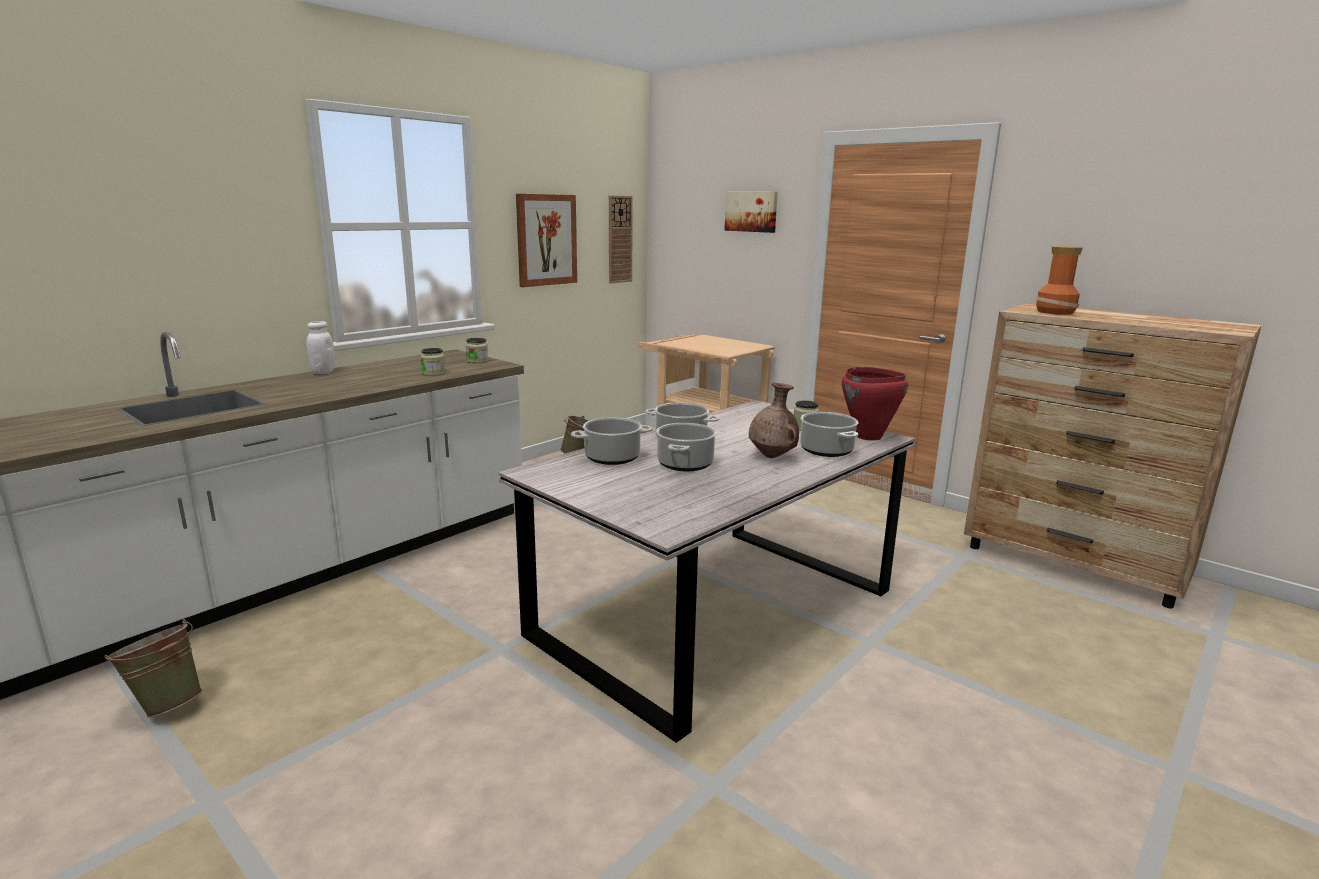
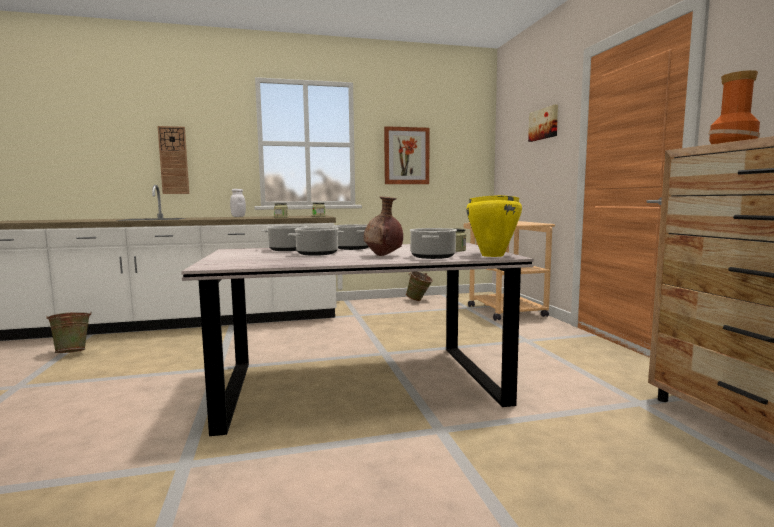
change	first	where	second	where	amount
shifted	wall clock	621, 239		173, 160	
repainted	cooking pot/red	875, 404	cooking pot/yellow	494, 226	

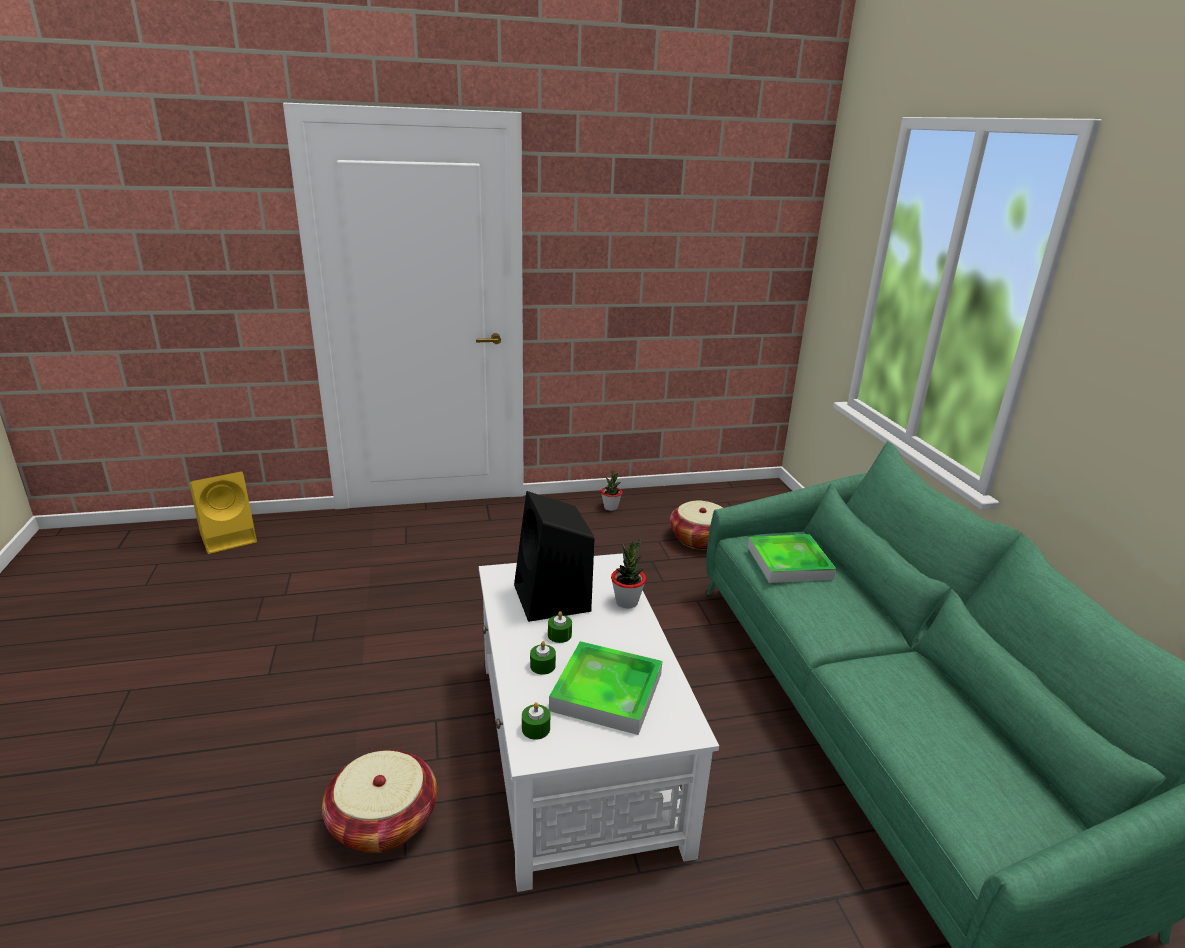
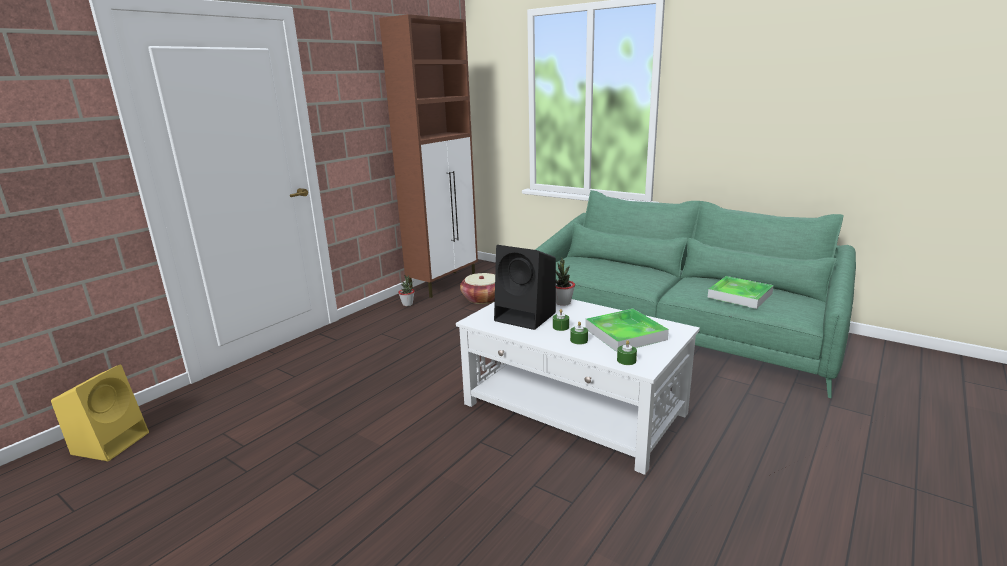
change	first	where	second	where	amount
gone	basket	379, 801			
shifted	tray	792, 558		741, 292	
new			cabinet/brown	428, 156	

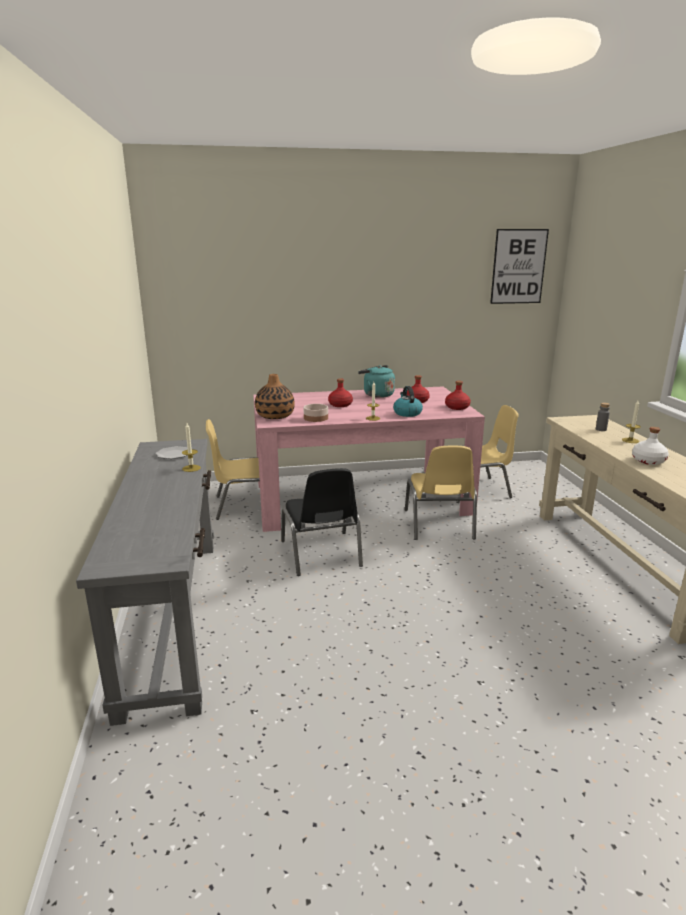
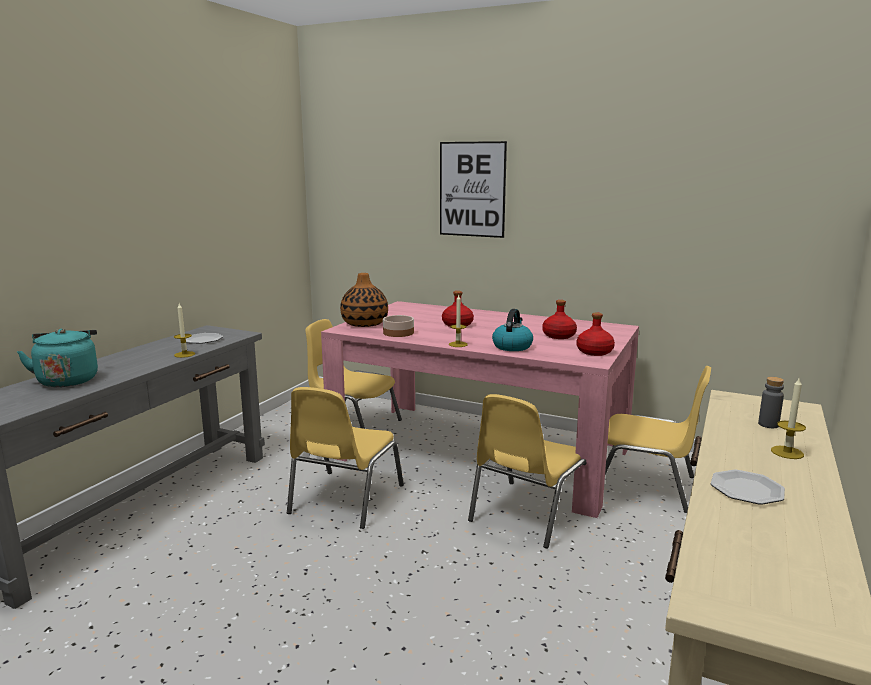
change	first	where	second	where	amount
repainted	chair/black	322, 522	chair/yellow	345, 458	
shifted	kettle/turquoise	376, 381		57, 358	
shifted	picture	519, 266		473, 189	
swapped	bottle/white	650, 446	plate	748, 487	

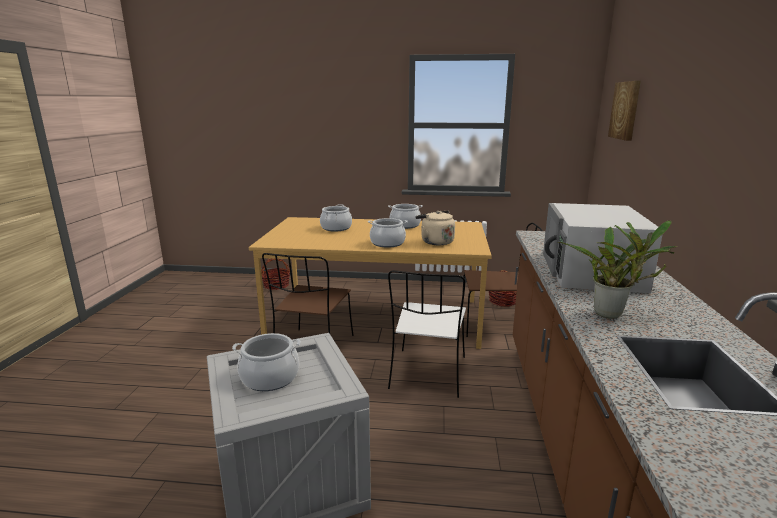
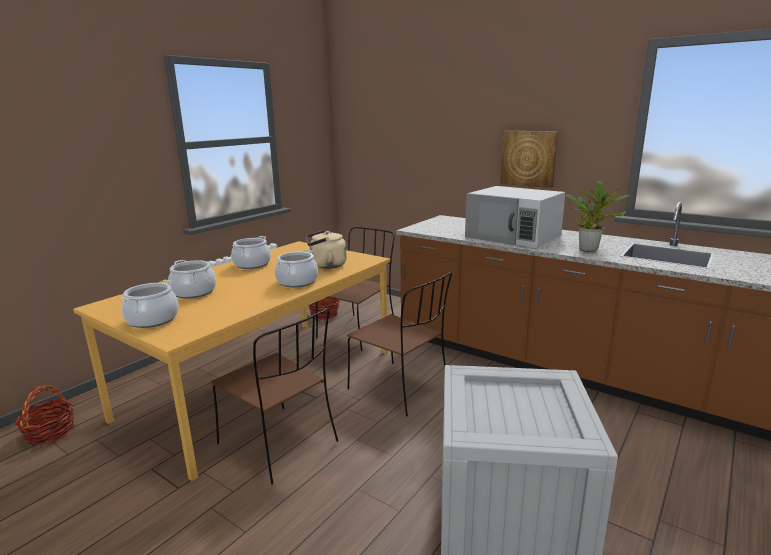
change	first	where	second	where	amount
shifted	cooking pot	266, 362		150, 304	
repainted	chair/white	427, 334	chair/brown	400, 344	
shifted	picture	624, 111		529, 159	

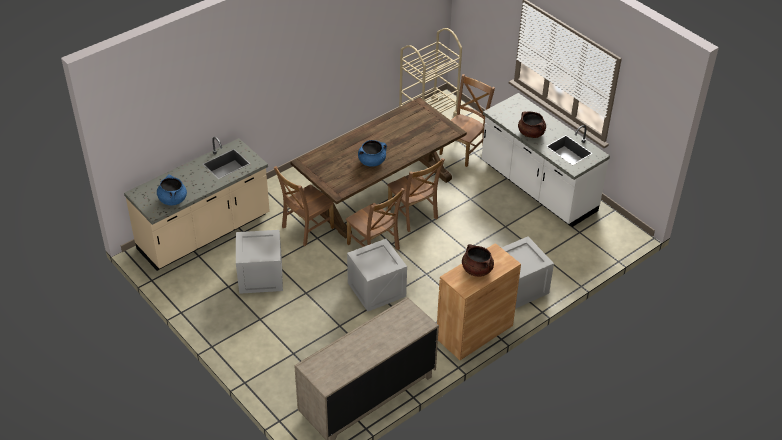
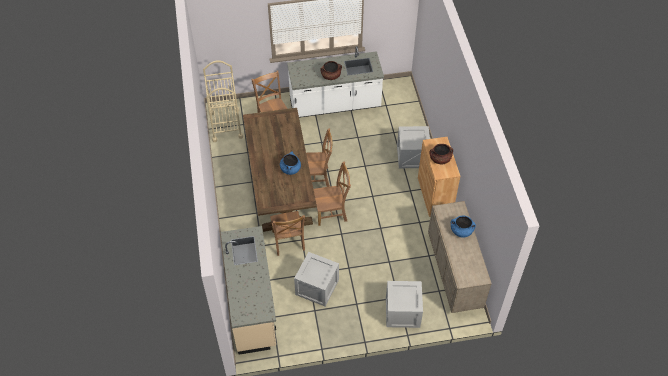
change	first	where	second	where	amount
shifted	cooking pot/blue	172, 189		463, 227	
shifted	crate	377, 275		404, 304	

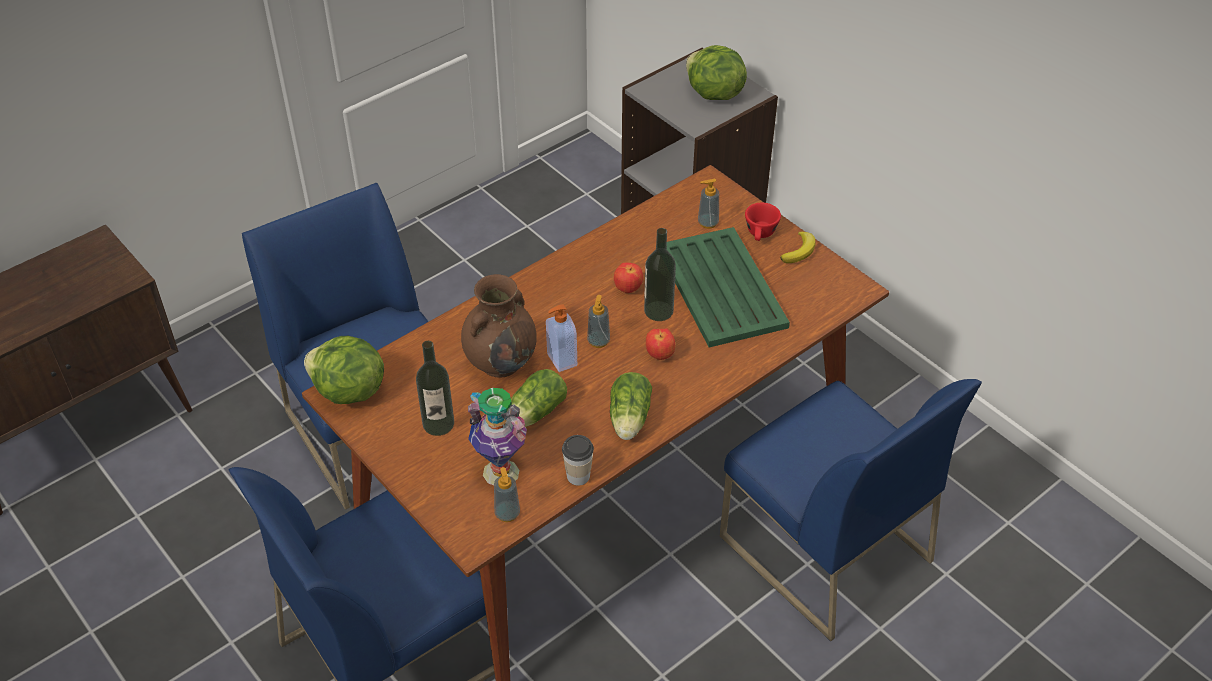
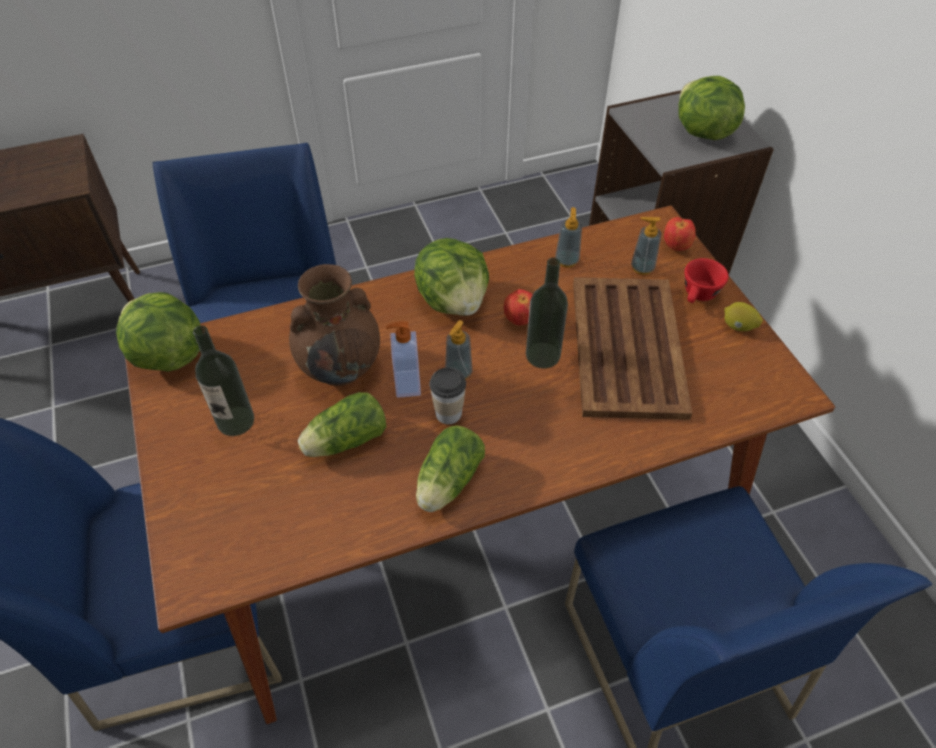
change	first	where	second	where	amount
gone	vase	497, 436			
shifted	soap dispenser	507, 494		568, 237	
shifted	cup	578, 460		447, 395	
shifted	apple	660, 344		680, 234	
repainted	tray/green	728, 287	tray/brown	633, 348	
swapped	banana	798, 247	lemon	743, 316	
new			lettuce	451, 277	

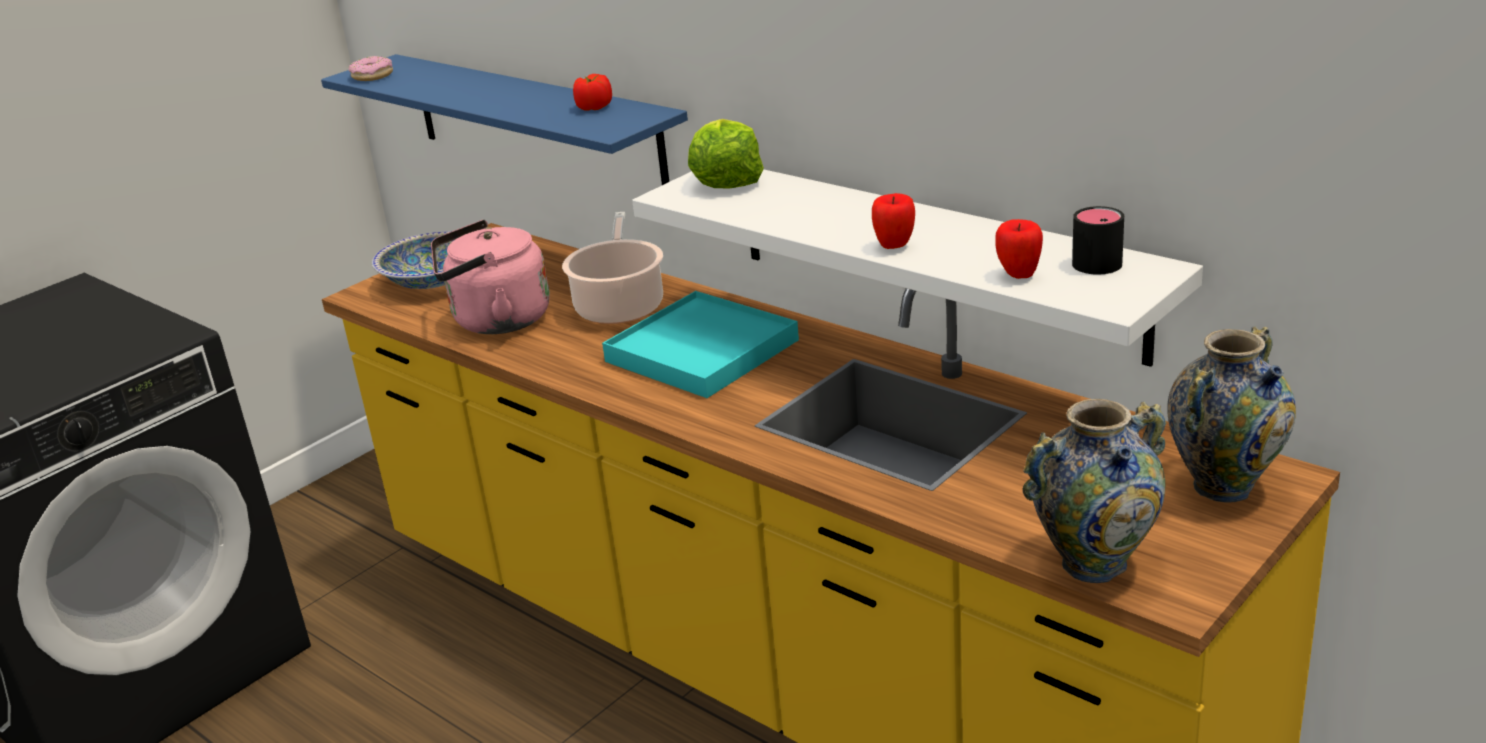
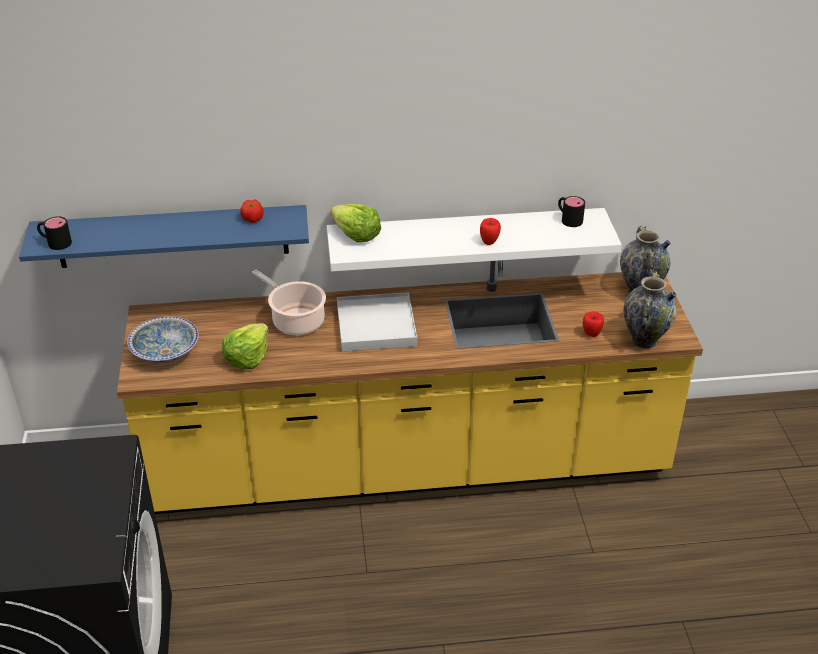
change	first	where	second	where	amount
swapped	donut	371, 68	mug/black	54, 233	
swapped	kettle/pink	490, 277	lettuce	245, 346	
repainted	tray/turquoise	700, 344	tray/white	377, 322	
shifted	apple	1019, 249		593, 324	

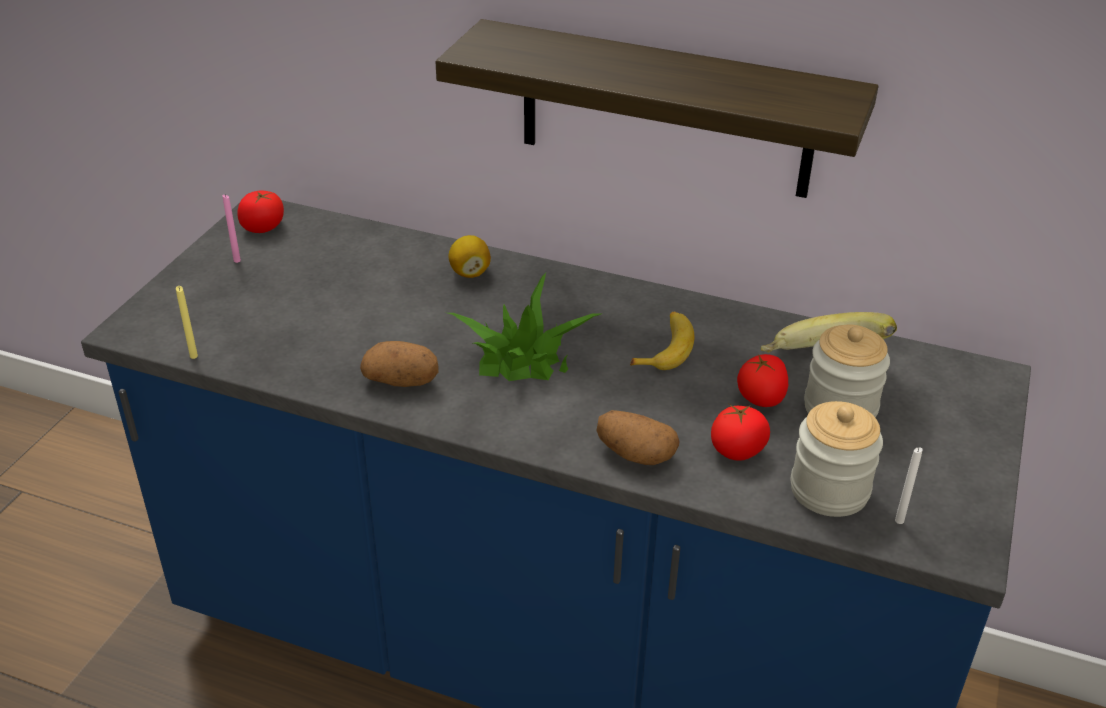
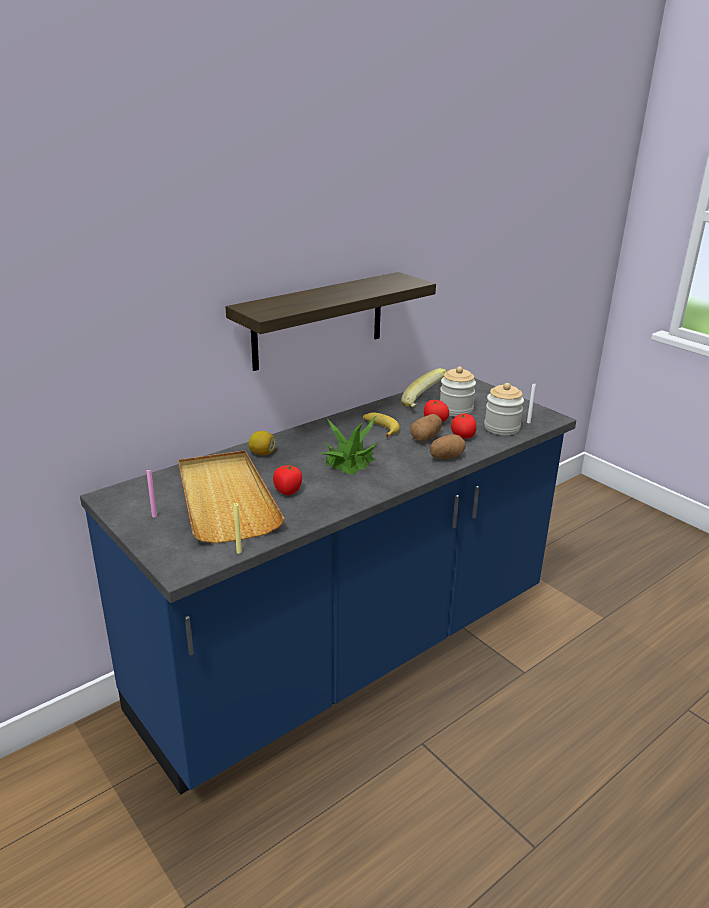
change	first	where	second	where	amount
shifted	tomato	260, 212		287, 479	
shifted	potato	399, 364		426, 427	
new			tray/beige	231, 497	

